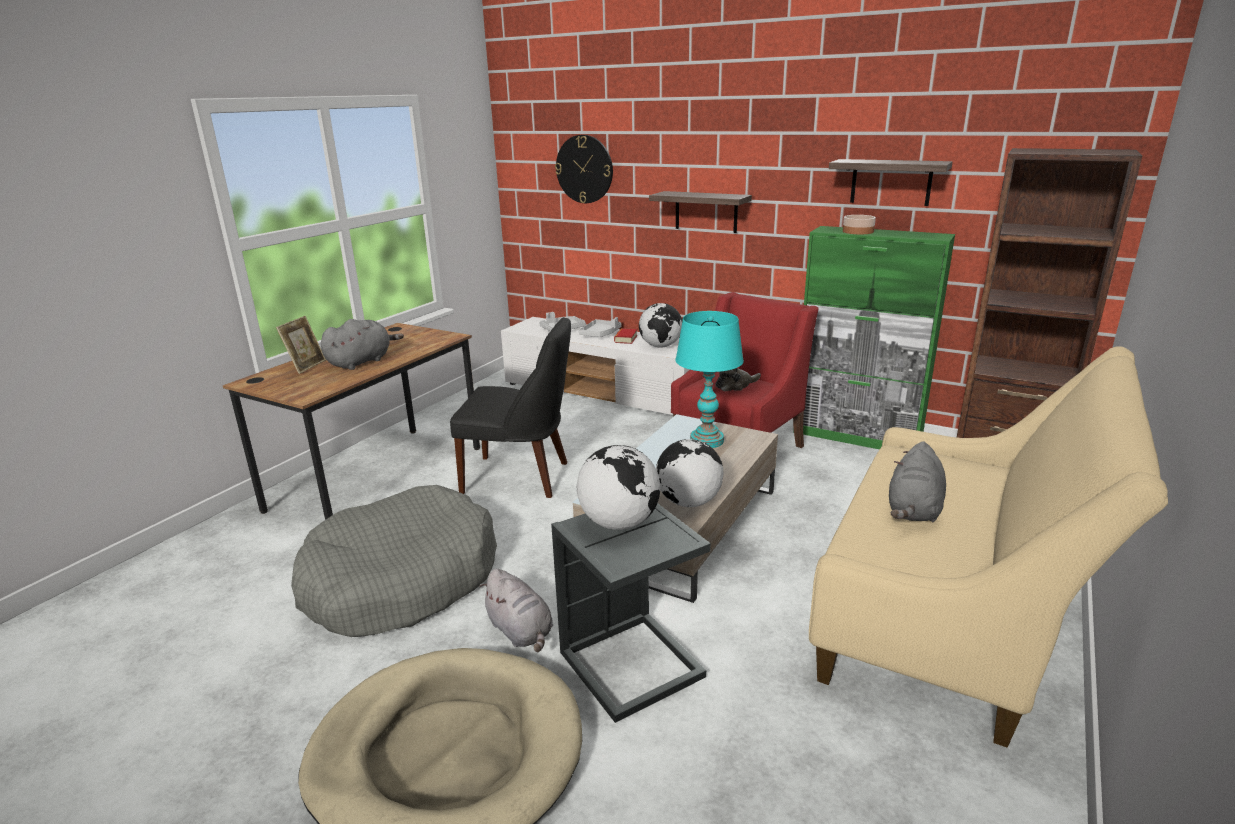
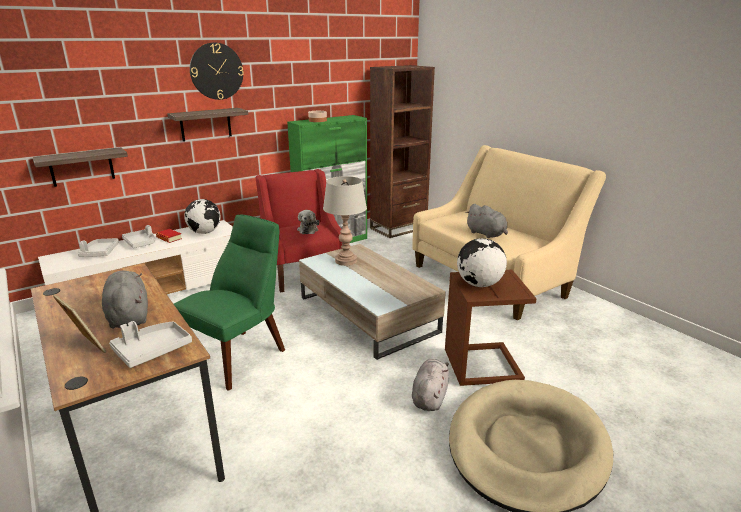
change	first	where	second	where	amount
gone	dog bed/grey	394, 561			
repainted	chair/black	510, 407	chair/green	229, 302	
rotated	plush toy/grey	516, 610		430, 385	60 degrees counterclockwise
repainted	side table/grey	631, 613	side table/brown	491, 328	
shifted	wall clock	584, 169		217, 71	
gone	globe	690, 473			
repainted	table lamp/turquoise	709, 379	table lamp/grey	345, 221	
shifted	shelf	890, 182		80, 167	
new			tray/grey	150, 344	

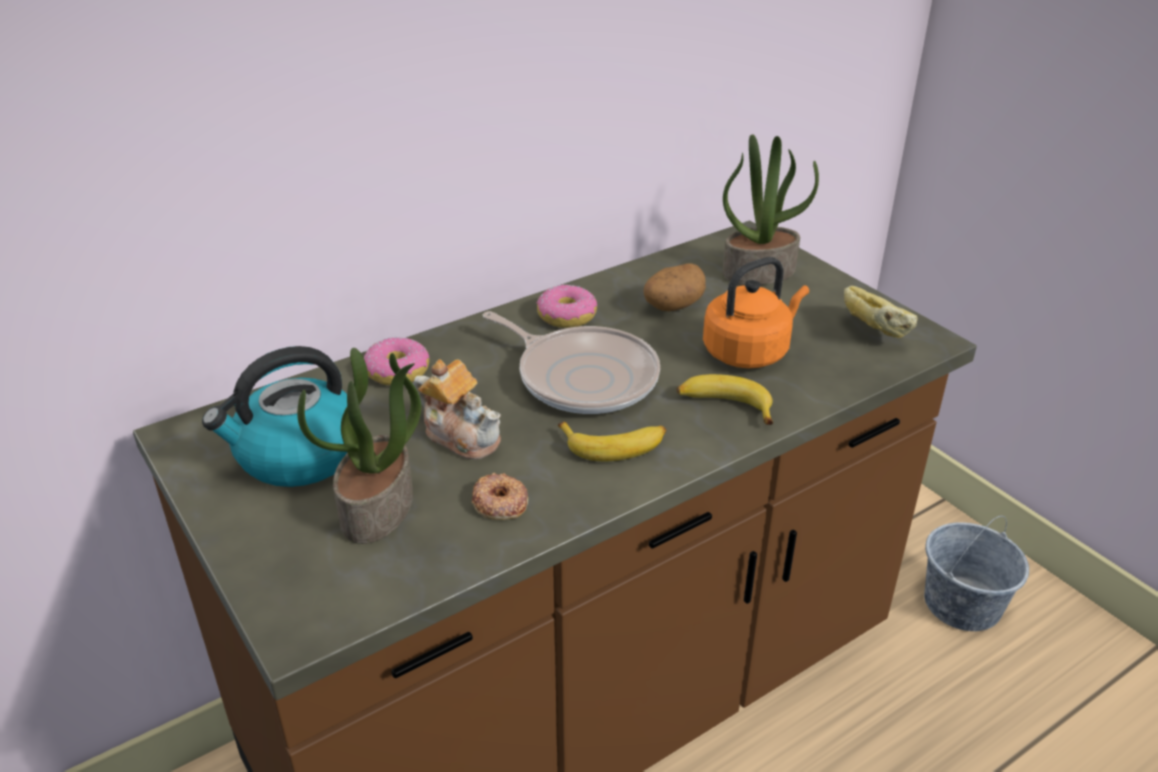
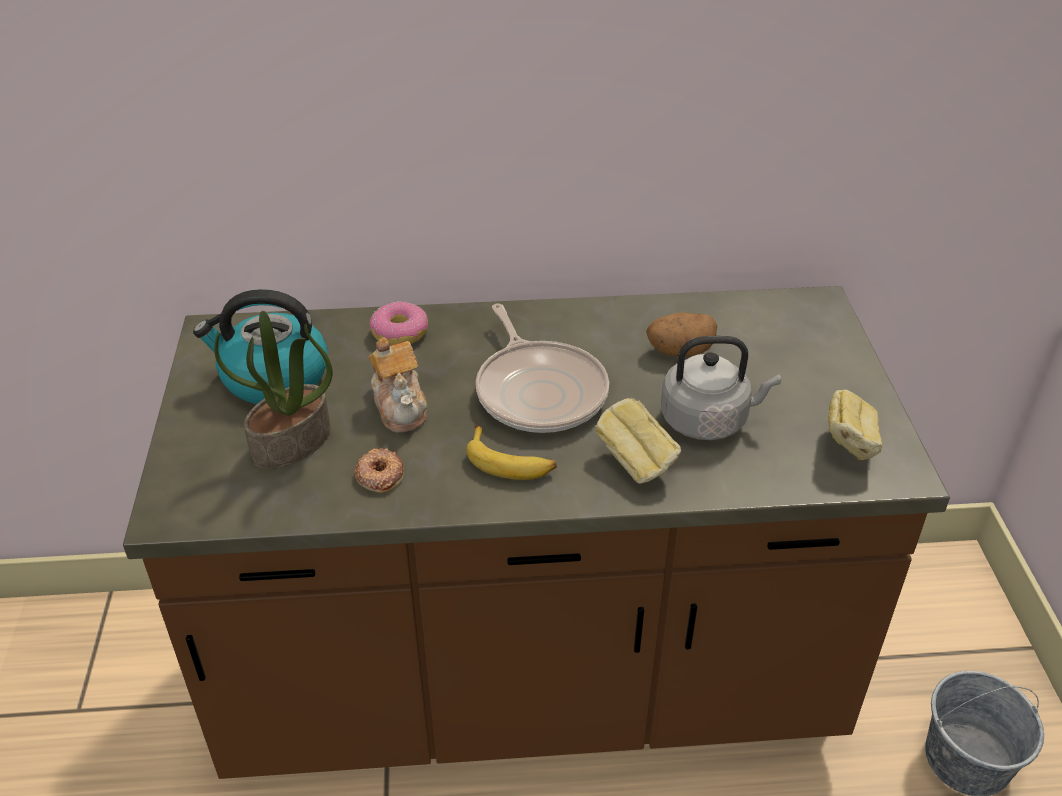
change	first	where	second	where	amount
gone	donut	566, 306			
swapped	banana	725, 399	bread	638, 440	
repainted	kettle/orange	756, 312	kettle/grey	721, 388	
gone	potted plant	770, 209			

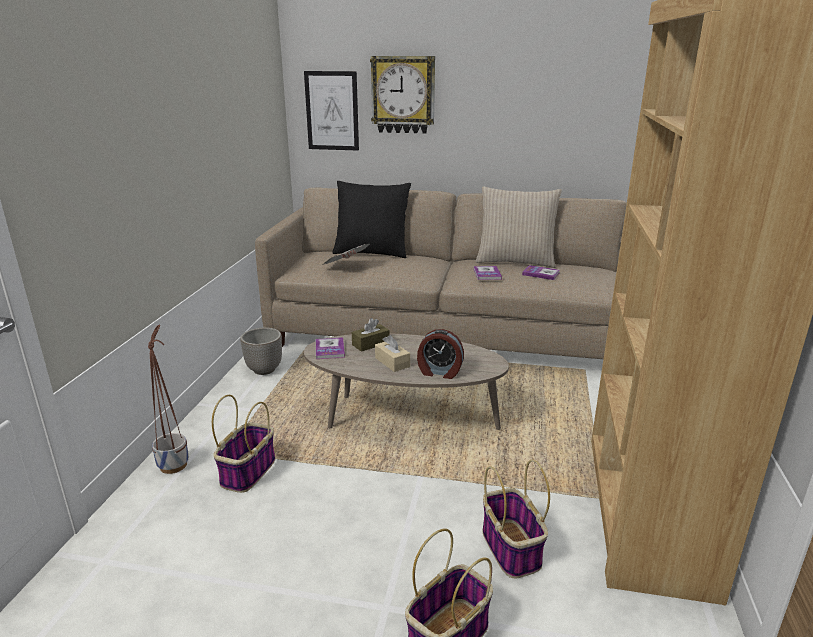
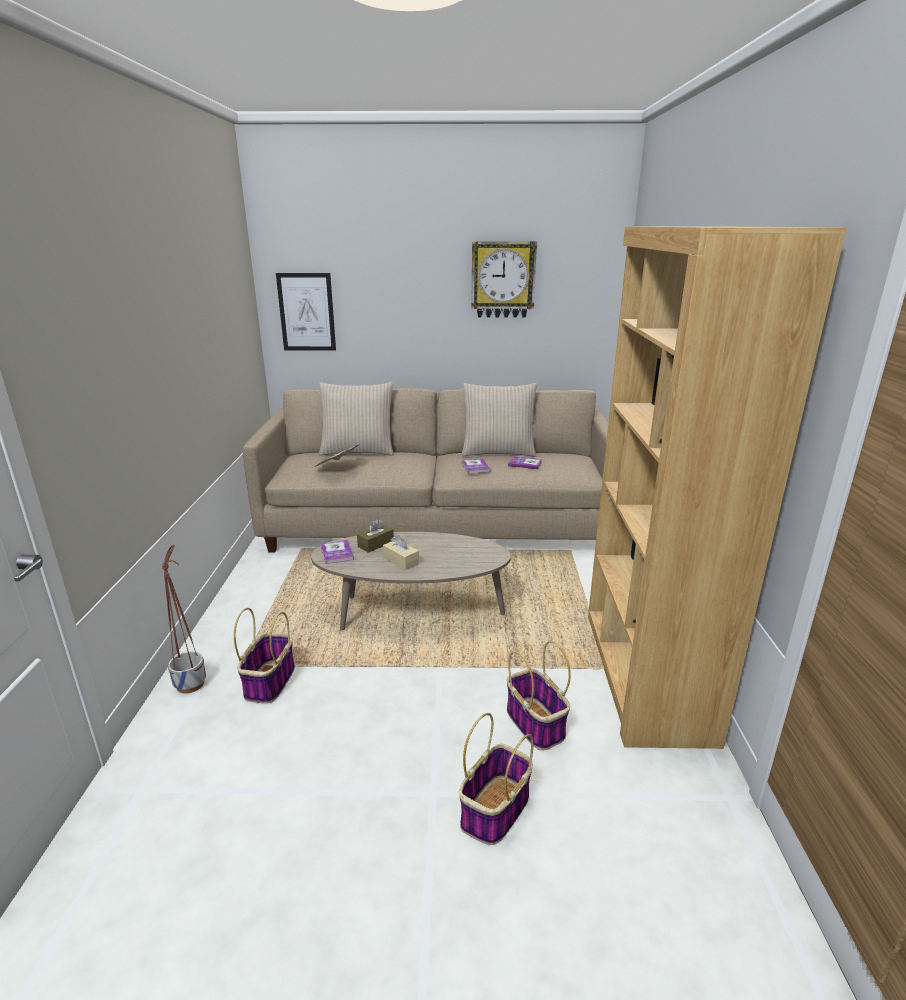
change	first	where	second	where	amount
gone	planter	261, 351			
repainted	pillow/black	371, 219	pillow/beige	356, 419	
shifted	wall clock	402, 95		504, 279	
gone	alarm clock	440, 354			

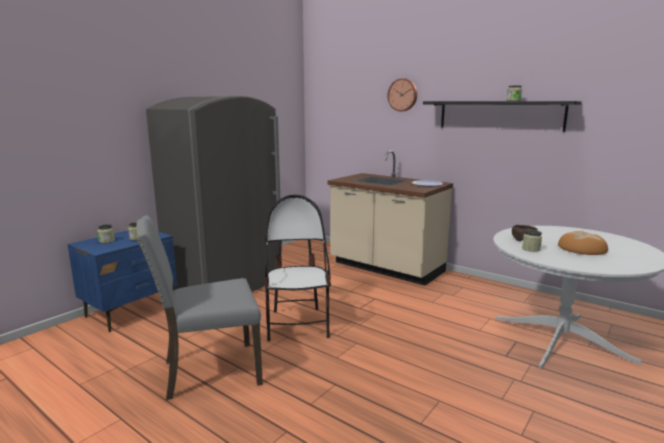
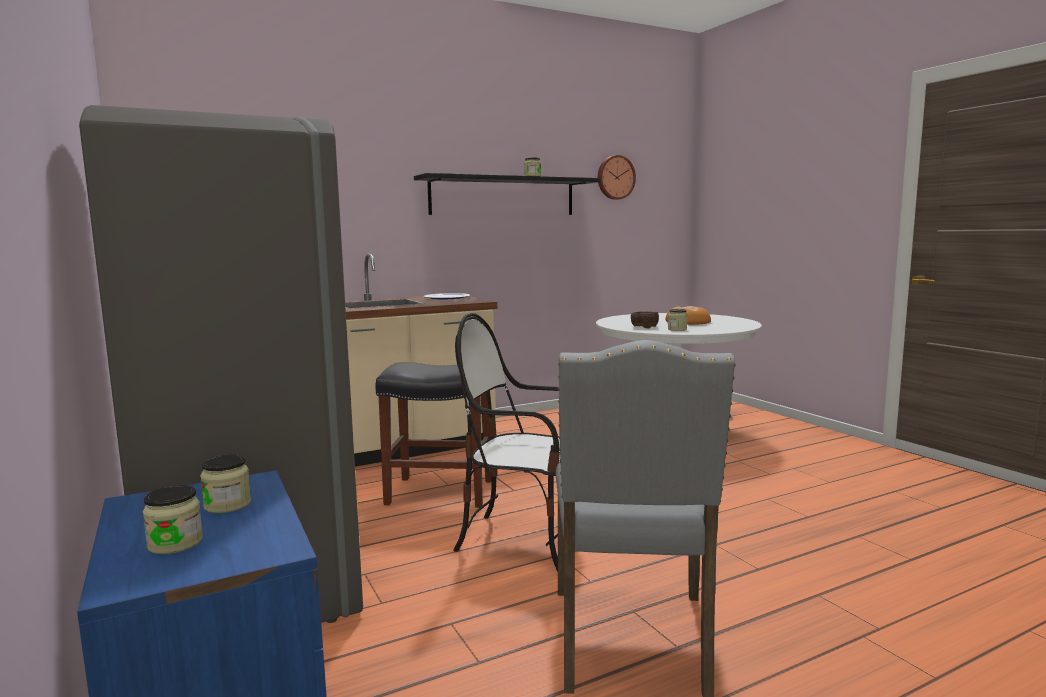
change	first	where	second	where	amount
shifted	wall clock	402, 94		617, 177	
new			stool/black	434, 435	

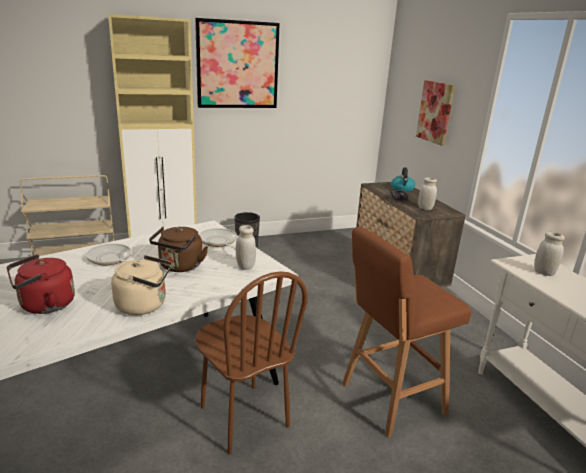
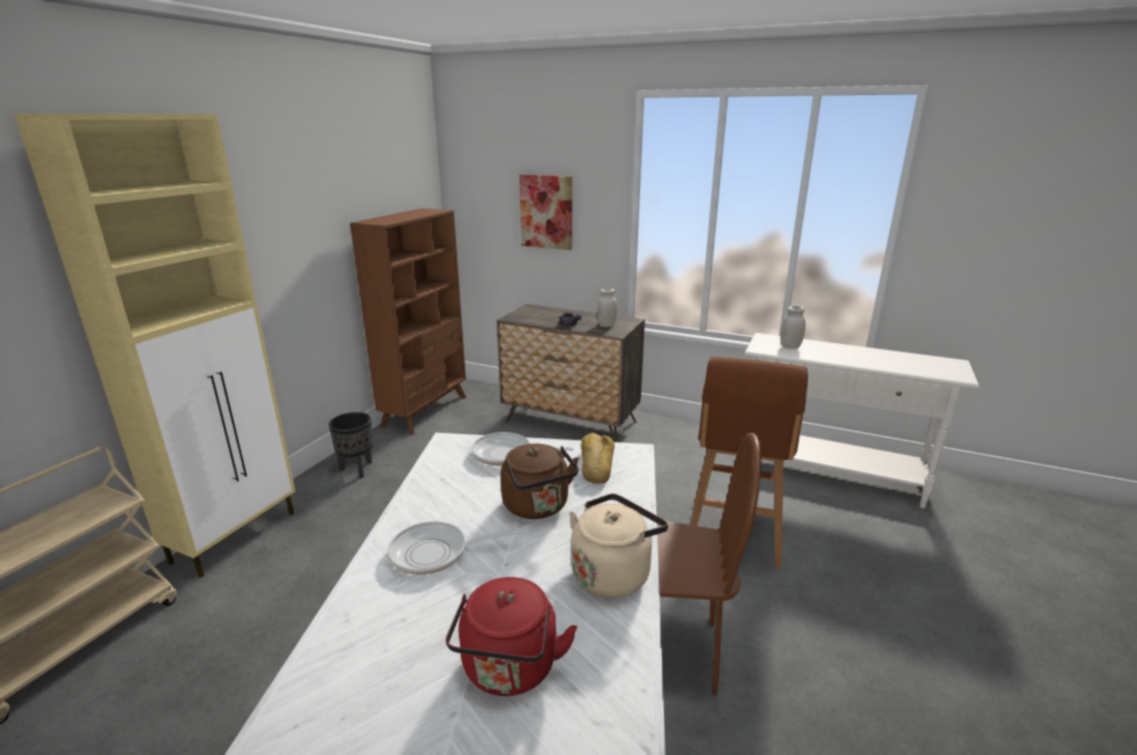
change	first	where	second	where	amount
gone	picture	237, 63			
swapped	jar/white	246, 247	bread	598, 458	
gone	kettle	403, 179			
new			bookcase/brown	408, 321	

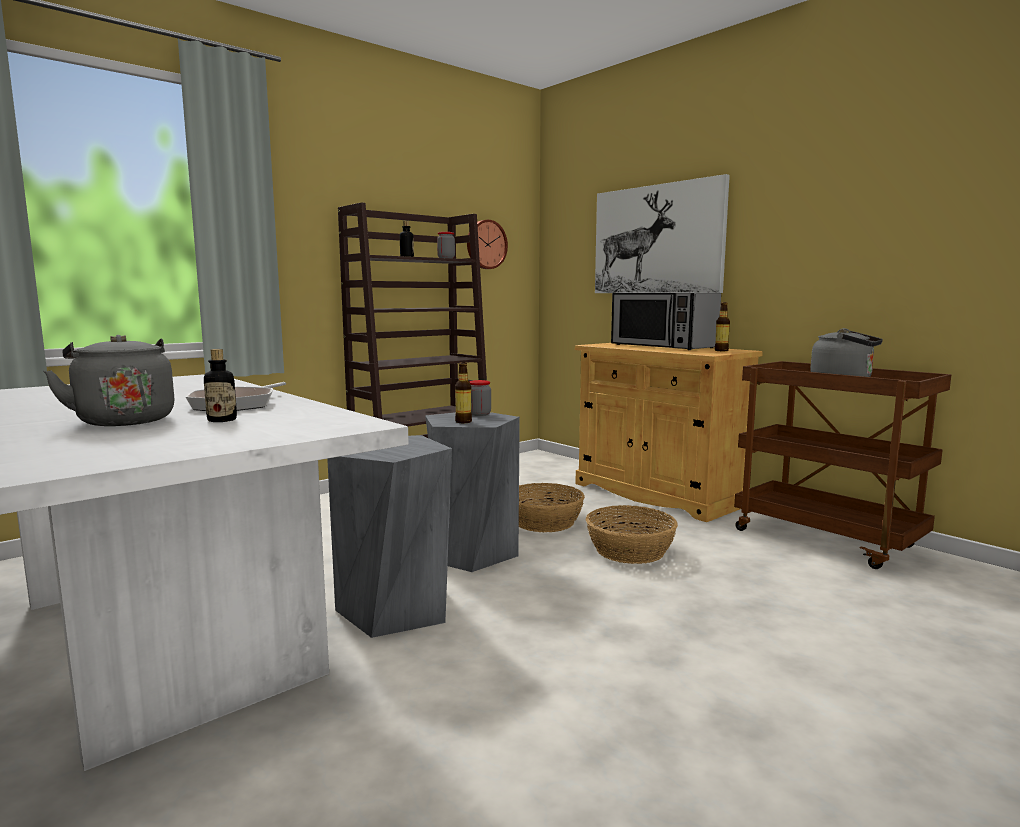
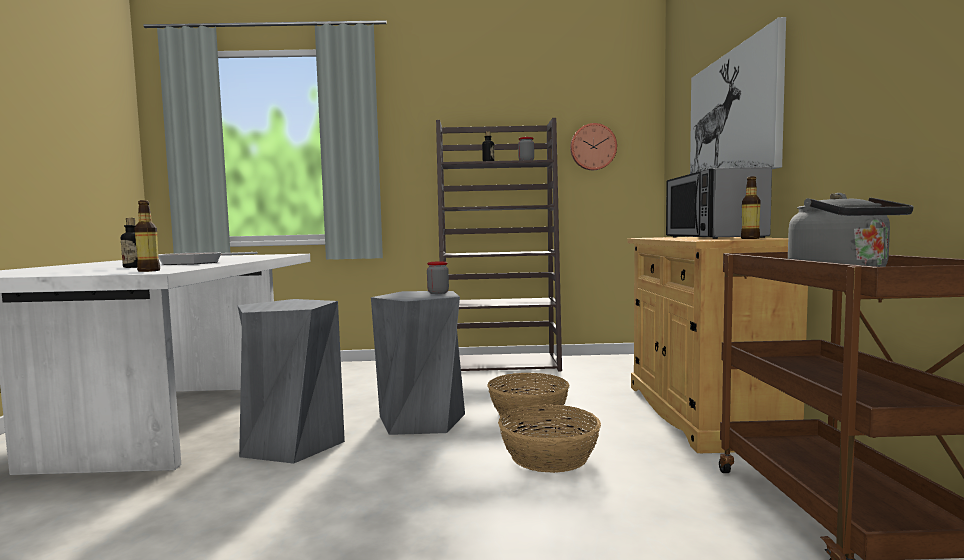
change	first	where	second	where	amount
gone	kettle/grey	109, 380			
shifted	bottle	463, 392		147, 236	

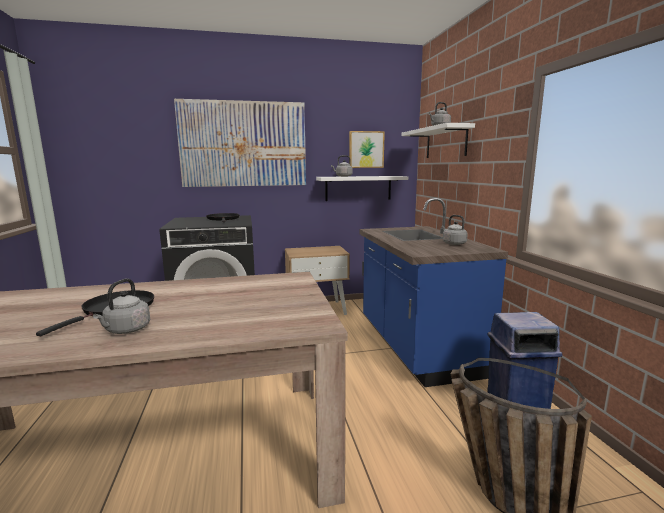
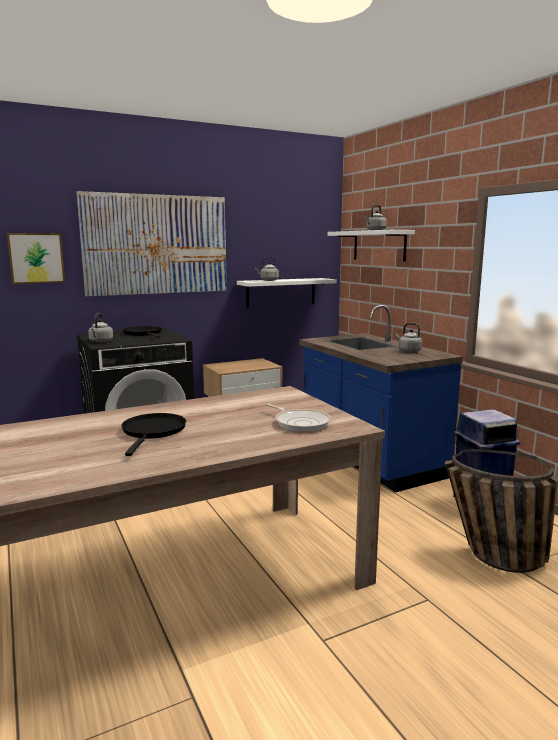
change	first	where	second	where	amount
shifted	kettle/grey	121, 306		100, 328	
shifted	picture	367, 149		36, 258	
new			frying pan	297, 417	

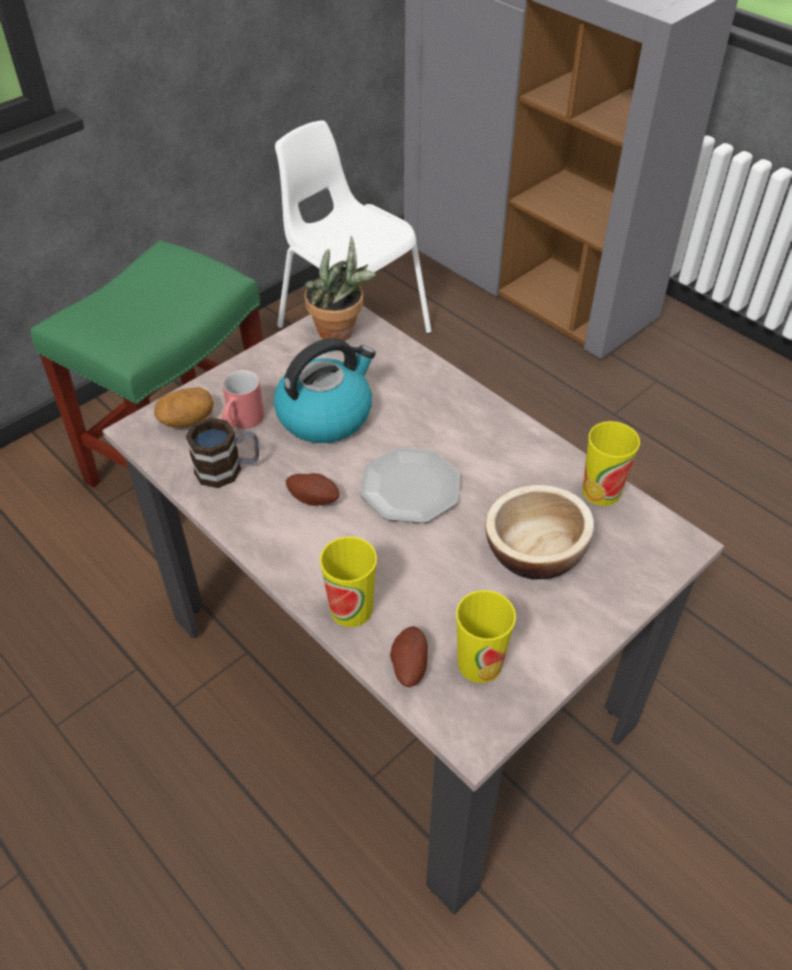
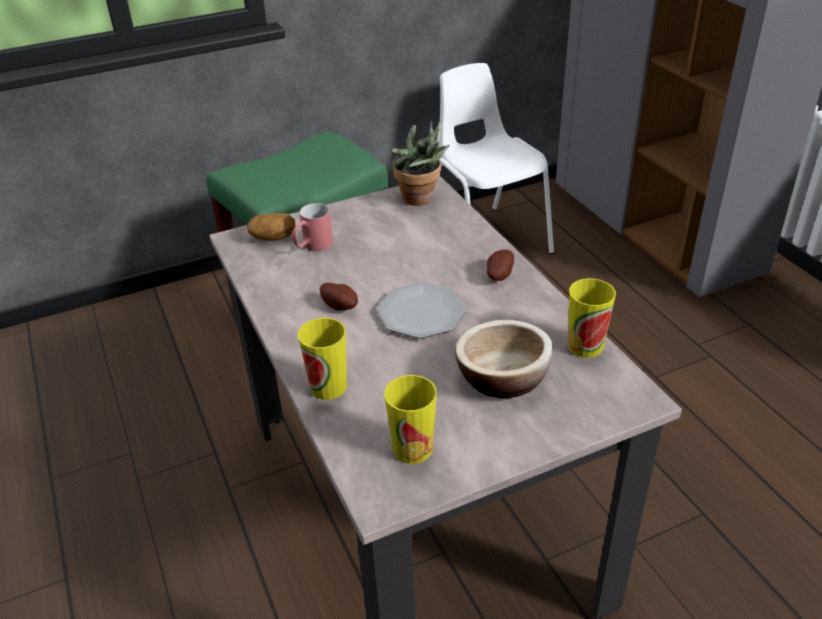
change	first	where	second	where	amount
gone	mug	222, 452			
gone	kettle	325, 390			
shifted	potato	409, 656		500, 265	

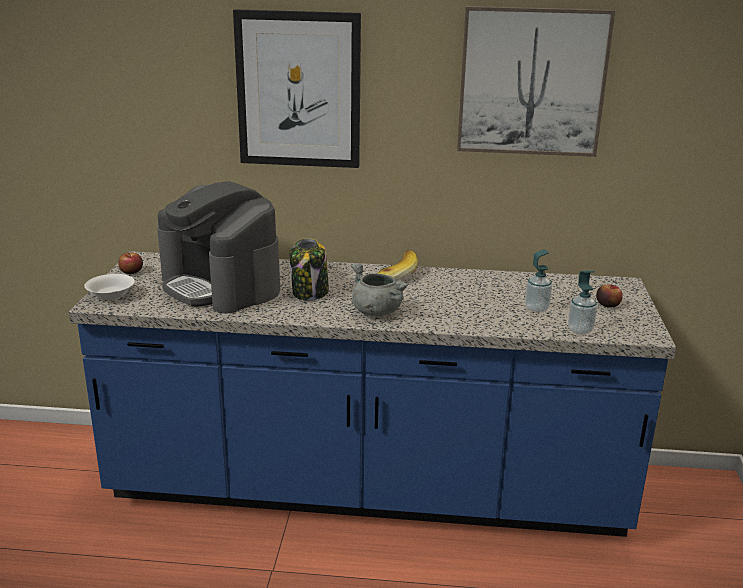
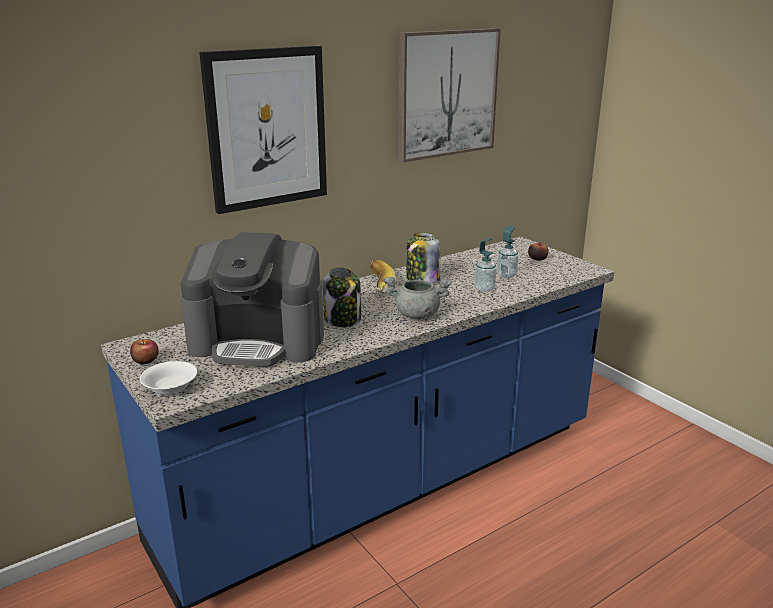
change	first	where	second	where	amount
shifted	soap dispenser	582, 303		486, 265	
new			jar	423, 258	

